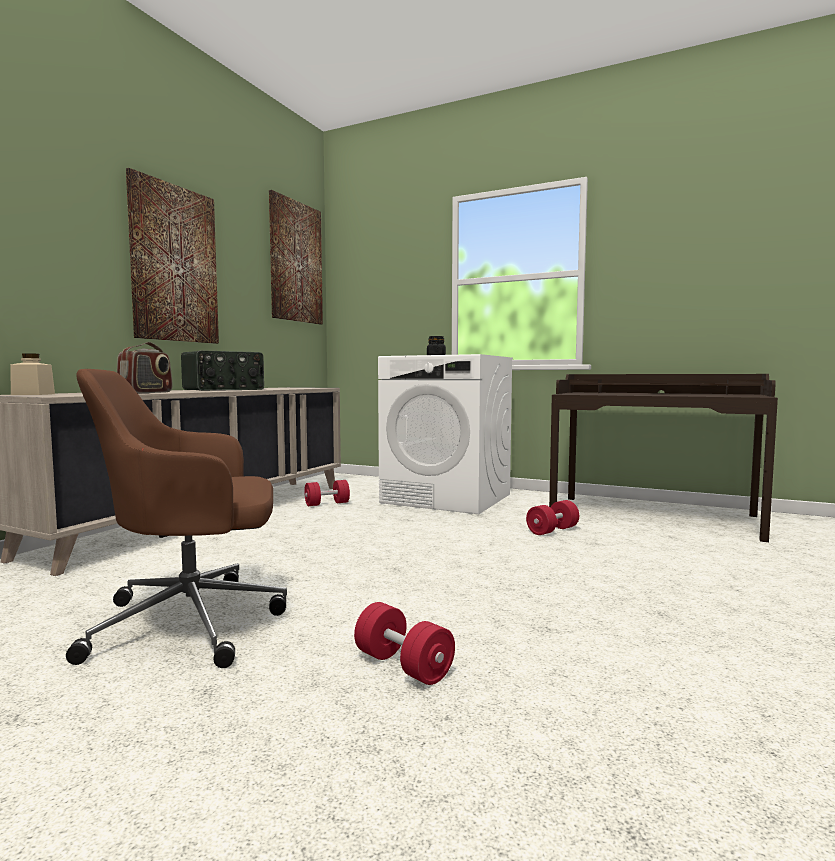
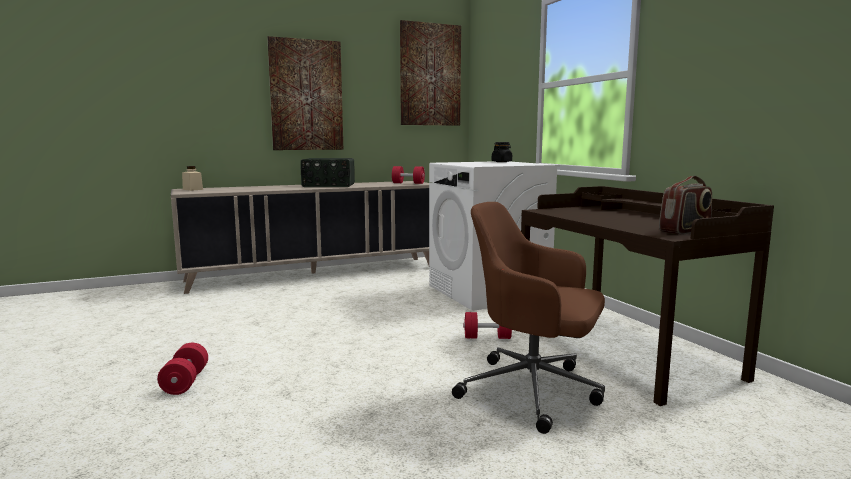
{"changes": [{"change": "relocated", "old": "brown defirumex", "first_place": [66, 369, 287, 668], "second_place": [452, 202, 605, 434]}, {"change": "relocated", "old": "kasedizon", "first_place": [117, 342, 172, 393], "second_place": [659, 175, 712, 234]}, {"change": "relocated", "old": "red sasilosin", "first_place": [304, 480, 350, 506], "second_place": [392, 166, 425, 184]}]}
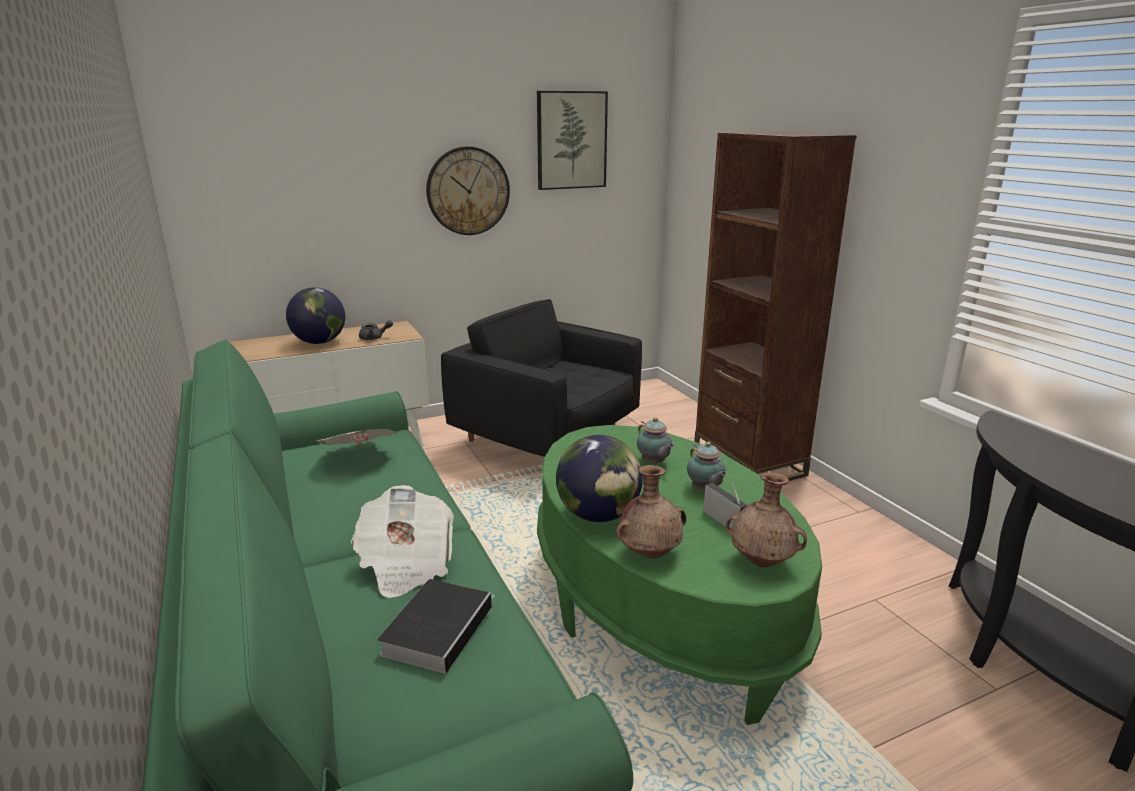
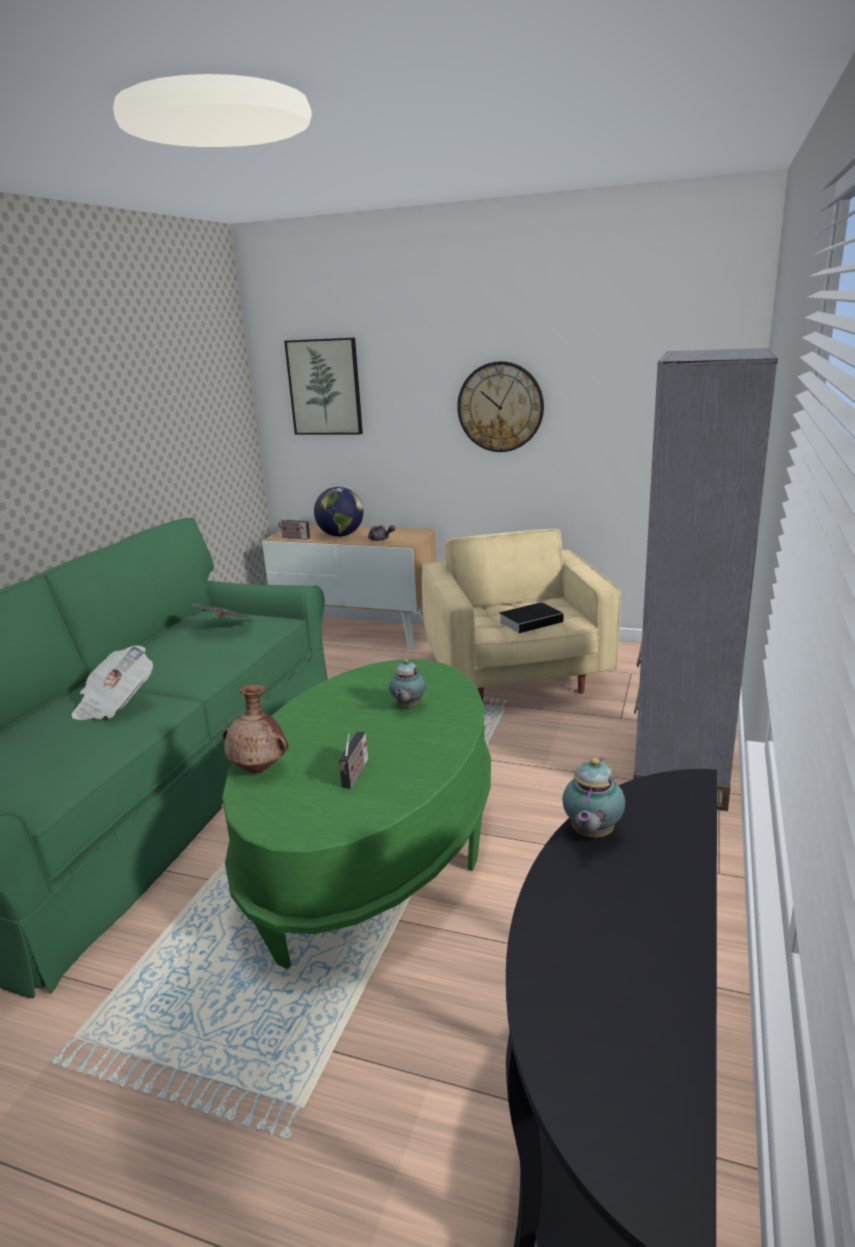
{"changes": [{"change": "missing", "old": "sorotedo", "first_place": [556, 435, 643, 522]}, {"change": "missing", "old": "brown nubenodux", "first_place": [726, 472, 807, 567]}, {"change": "appeared", "new": "kasedizon", "second_place": [279, 511, 310, 539]}, {"change": "relocated", "old": "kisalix", "first_place": [377, 579, 495, 674], "second_place": [499, 602, 570, 633]}, {"change": "relocated", "old": "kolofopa", "first_place": [537, 91, 608, 190], "second_place": [284, 338, 363, 435]}, {"change": "relocated", "old": "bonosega", "first_place": [687, 442, 727, 491], "second_place": [562, 757, 625, 837]}, {"change": "colour", "old": "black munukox", "new": "beige munukox", "first_place": [441, 299, 642, 457], "second_place": [422, 529, 621, 701]}, {"change": "colour", "old": "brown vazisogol", "new": "grey vazisogol", "first_place": [694, 132, 857, 481], "second_place": [633, 348, 778, 811]}]}
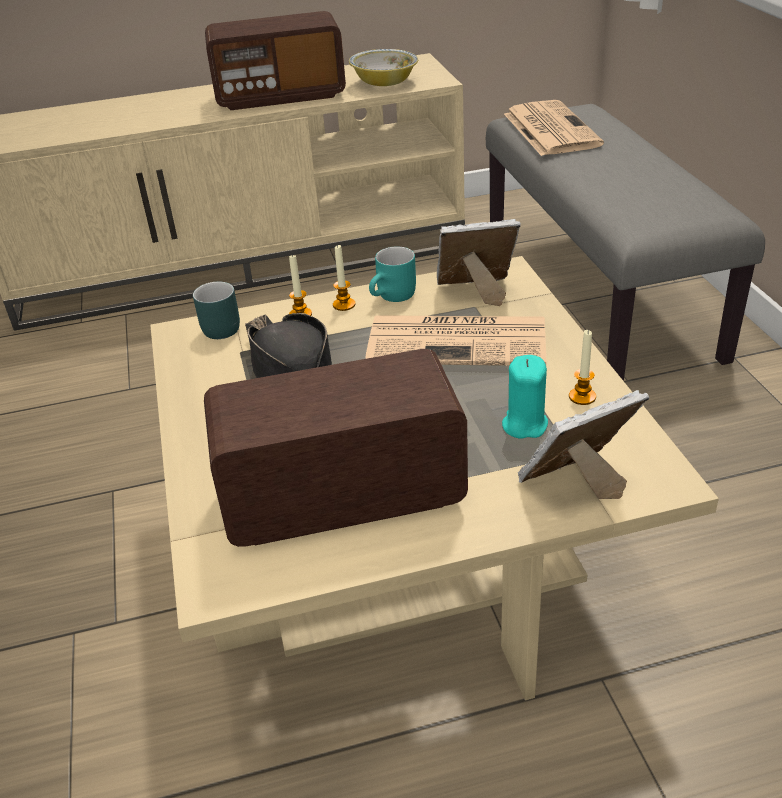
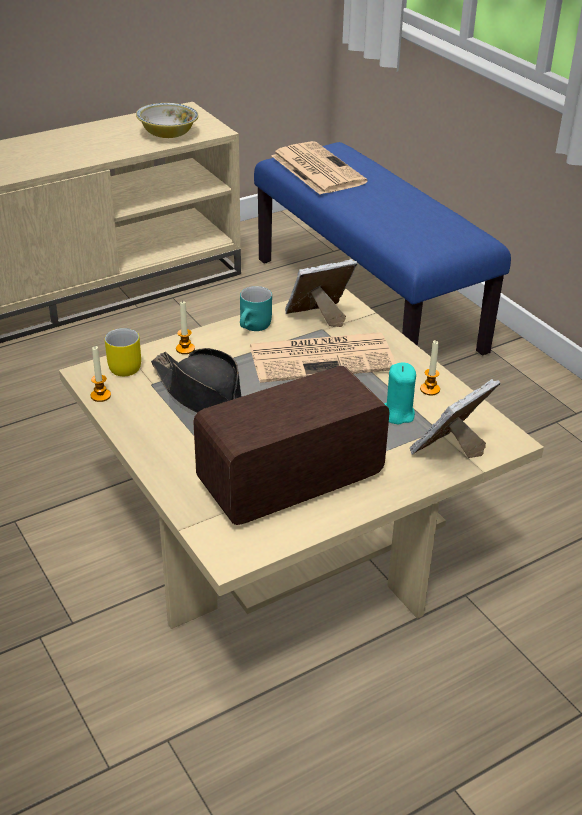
{"changes": [{"change": "missing", "old": "kasedizon", "first_place": [205, 11, 346, 110]}, {"change": "relocated", "old": "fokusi", "first_place": [333, 244, 355, 311], "second_place": [90, 346, 111, 402]}, {"change": "colour", "old": "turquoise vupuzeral", "new": "yellow vupuzeral", "first_place": [193, 282, 240, 339], "second_place": [105, 328, 141, 376]}, {"change": "colour", "old": "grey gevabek", "new": "blue gevabek", "first_place": [486, 104, 765, 381], "second_place": [254, 142, 511, 356]}]}
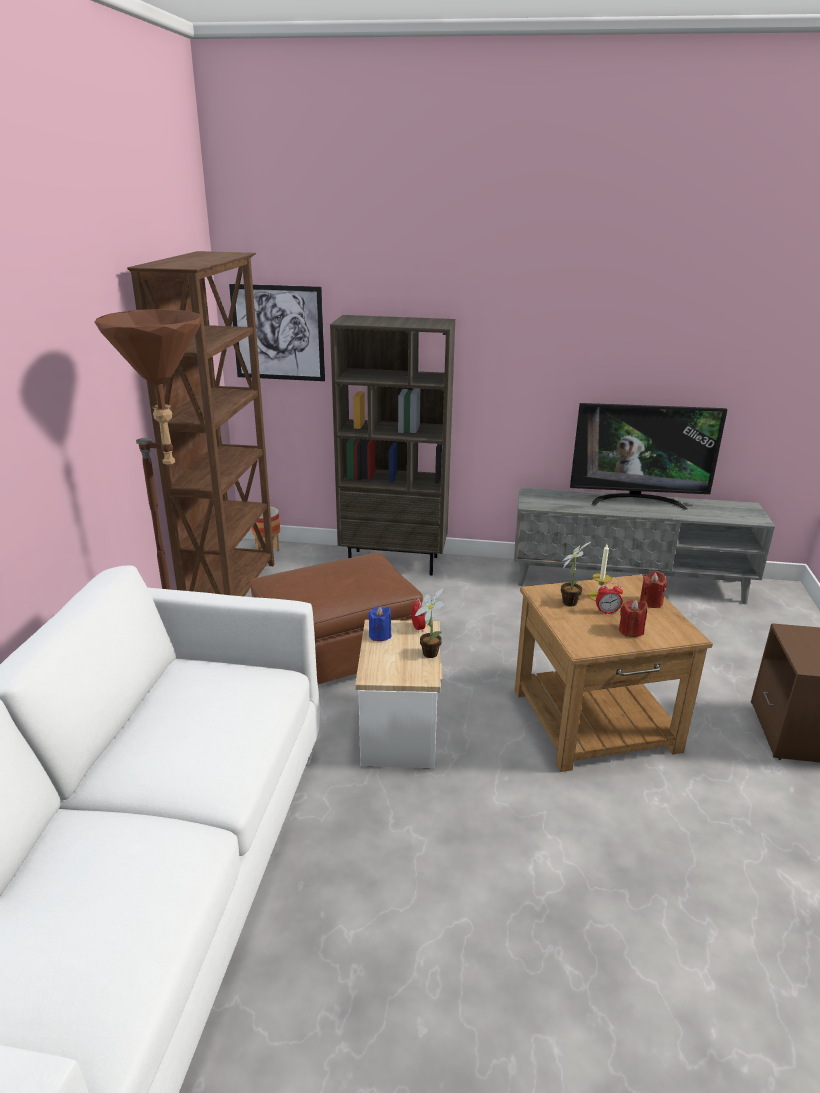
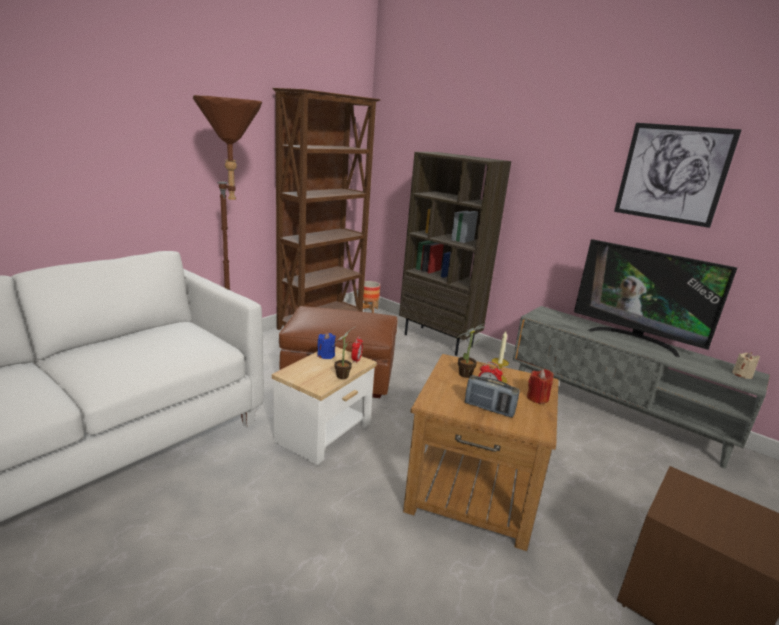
{"changes": [{"change": "appeared", "new": "beige fokusi", "second_place": [732, 352, 760, 379]}, {"change": "relocated", "old": "kolofopa", "first_place": [229, 284, 325, 381], "second_place": [614, 123, 741, 228]}, {"change": "exchanged", "old": "red fokusi", "new": "kasedizon", "first_place": [619, 600, 648, 637], "second_place": [465, 375, 520, 417]}]}
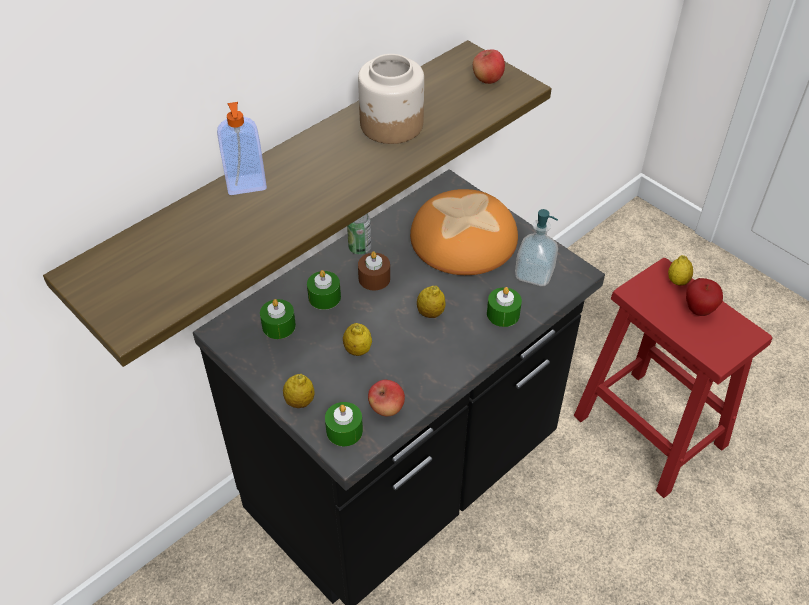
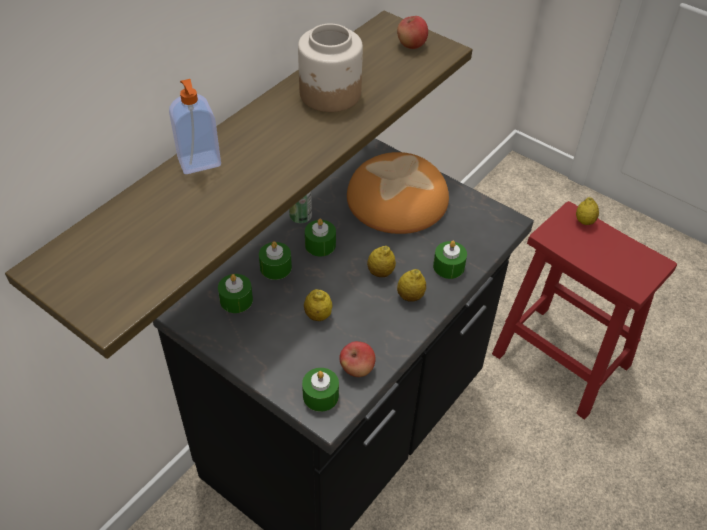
{"changes": [{"change": "missing", "old": "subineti", "first_place": [515, 209, 558, 286]}, {"change": "missing", "old": "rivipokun", "first_place": [686, 278, 723, 316]}, {"change": "relocated", "old": "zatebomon", "first_place": [283, 374, 315, 408], "second_place": [397, 269, 426, 302]}, {"change": "colour", "old": "brown fokusi", "new": "green fokusi", "first_place": [358, 251, 390, 290], "second_place": [305, 219, 336, 256]}]}
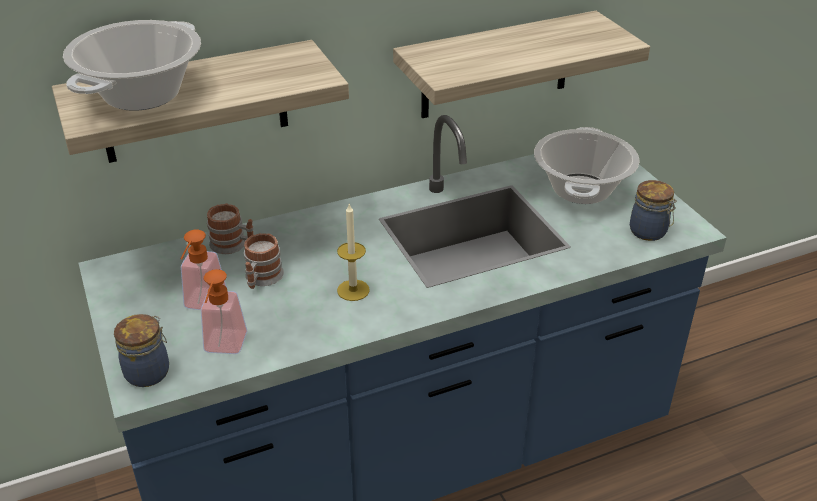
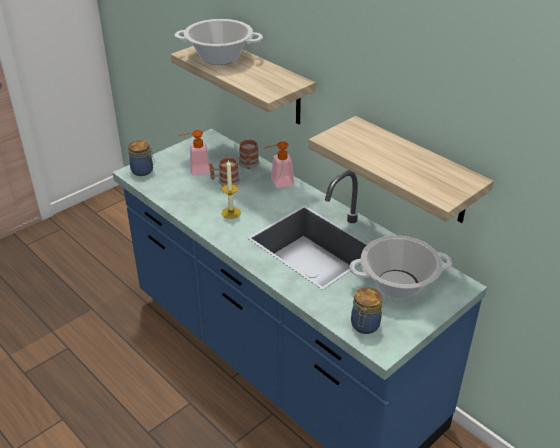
{"changes": [{"change": "relocated", "old": "subineti", "first_place": [201, 269, 247, 354], "second_place": [264, 141, 294, 188]}]}
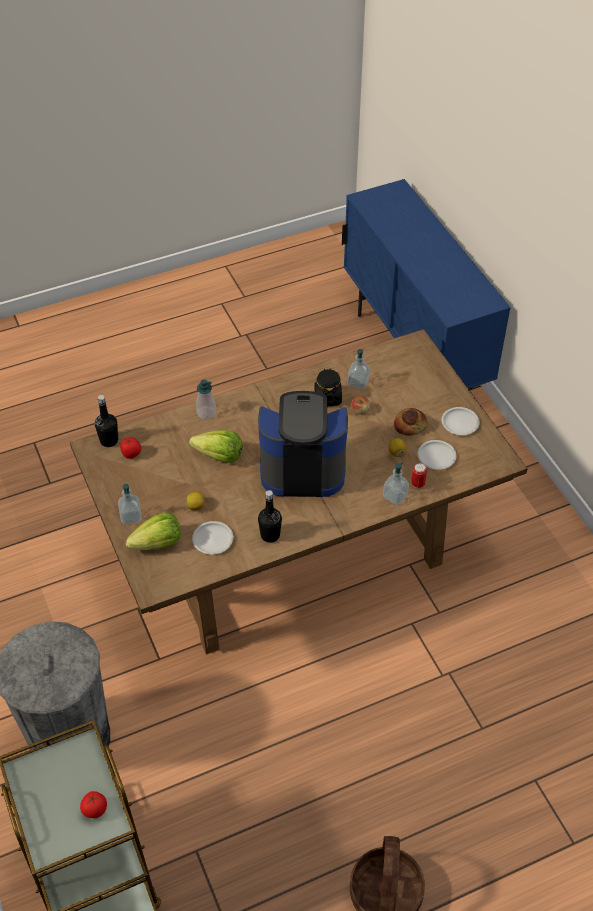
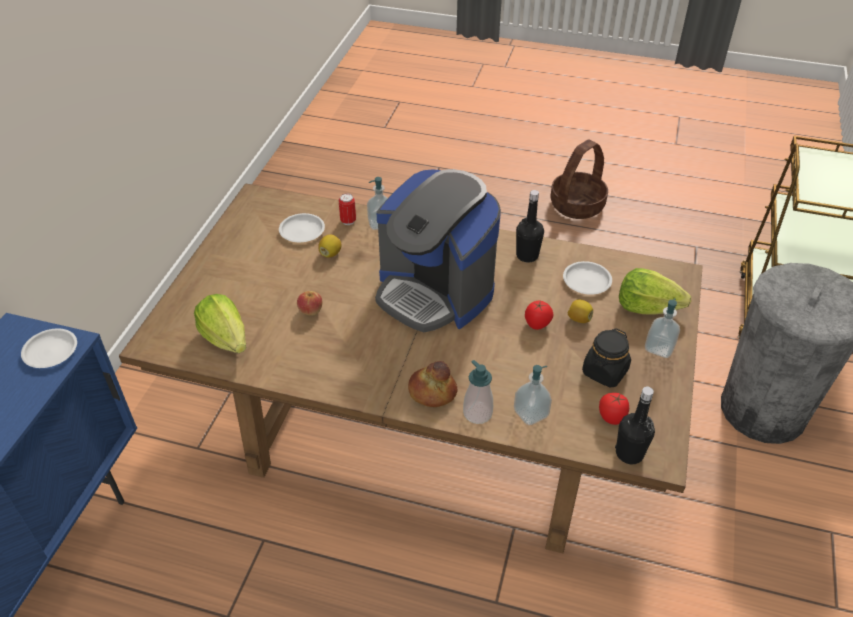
{"changes": [{"change": "relocated", "old": "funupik", "first_place": [80, 791, 107, 818], "second_place": [525, 301, 553, 330]}, {"change": "relocated", "old": "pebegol", "first_place": [189, 430, 243, 463], "second_place": [194, 294, 246, 353]}, {"change": "relocated", "old": "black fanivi", "first_place": [314, 368, 342, 406], "second_place": [582, 328, 631, 387]}, {"change": "relocated", "old": "subineti", "first_place": [348, 349, 370, 389], "second_place": [514, 365, 552, 425]}, {"change": "relocated", "old": "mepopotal", "first_place": [394, 408, 427, 436], "second_place": [408, 361, 457, 407]}, {"change": "relocated", "old": "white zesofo", "first_place": [442, 407, 480, 435], "second_place": [21, 328, 77, 368]}]}
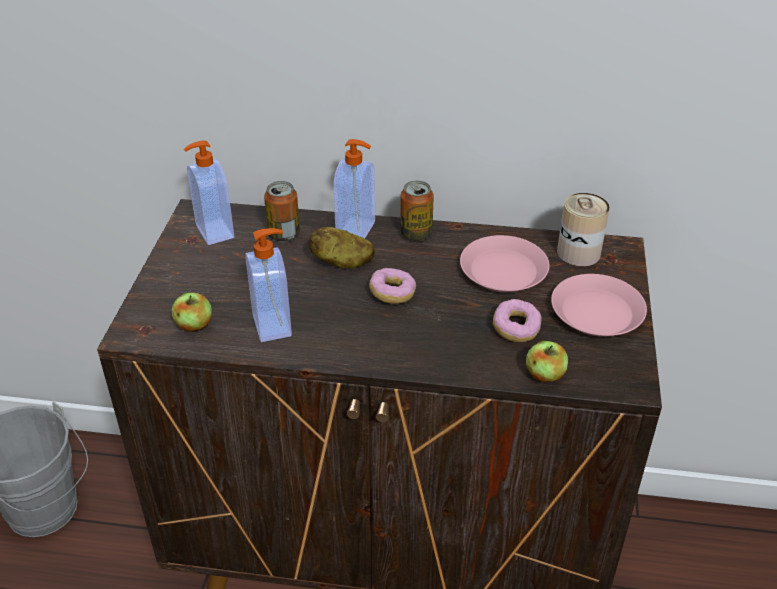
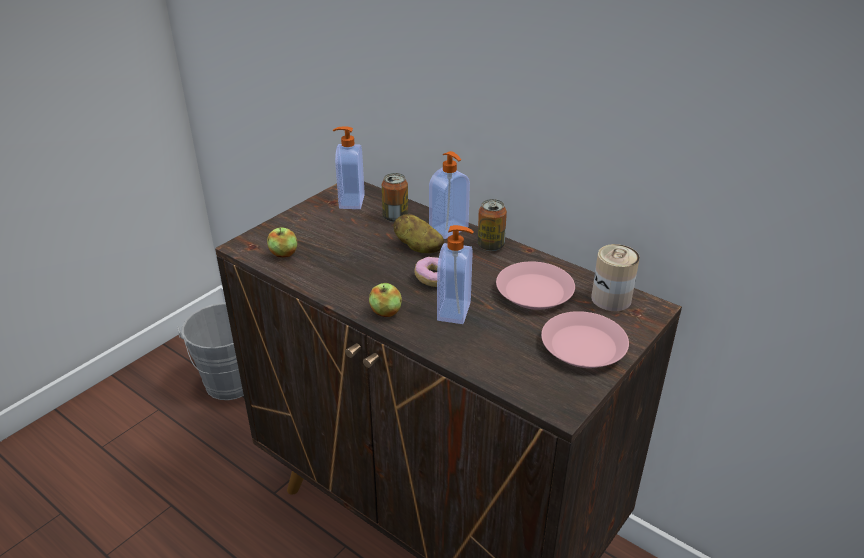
{"changes": [{"change": "missing", "old": "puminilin", "first_place": [493, 299, 542, 342]}, {"change": "relocated", "old": "subineti", "first_place": [245, 228, 292, 342], "second_place": [437, 225, 474, 324]}, {"change": "relocated", "old": "rivipokun", "first_place": [526, 340, 568, 382], "second_place": [369, 283, 402, 317]}]}
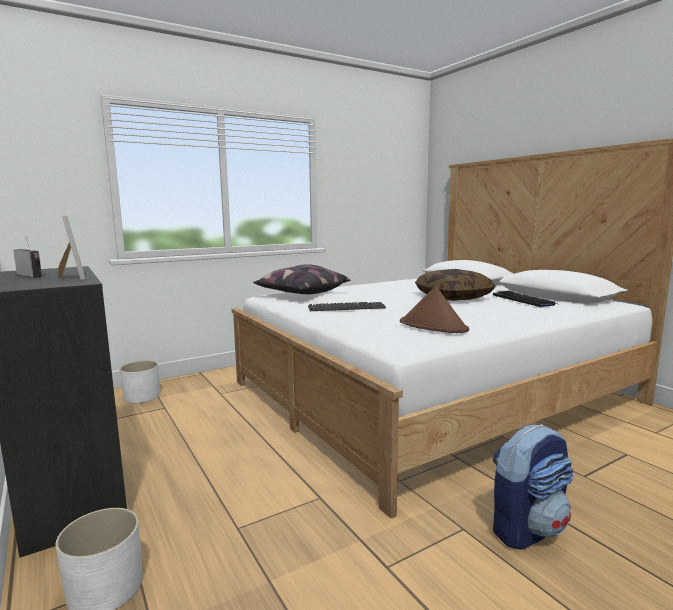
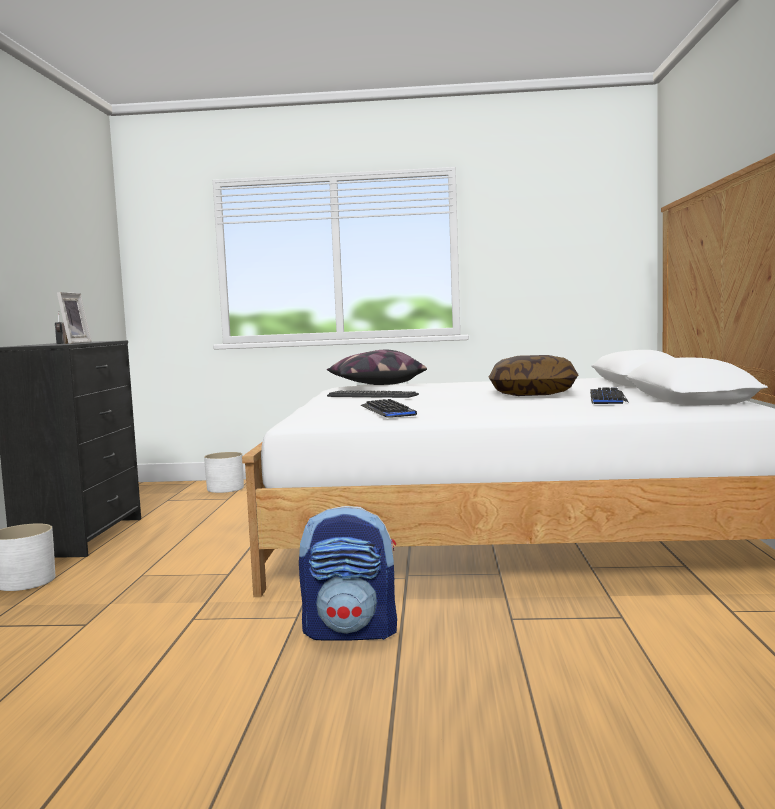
{"changes": [{"change": "exchanged", "old": "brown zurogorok", "new": "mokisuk", "first_place": [400, 286, 469, 333], "second_place": [360, 399, 417, 418]}]}
